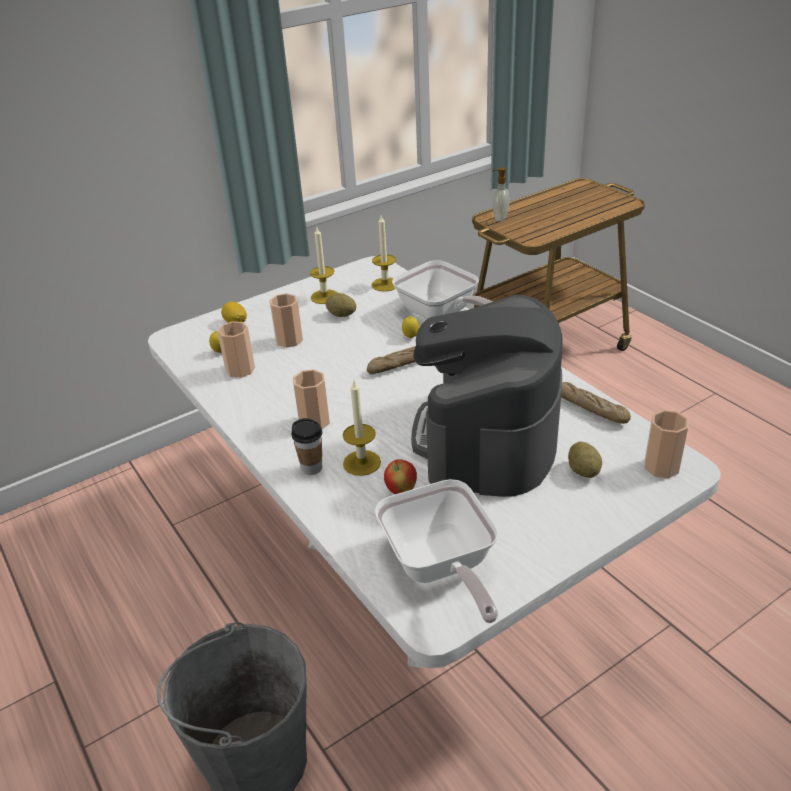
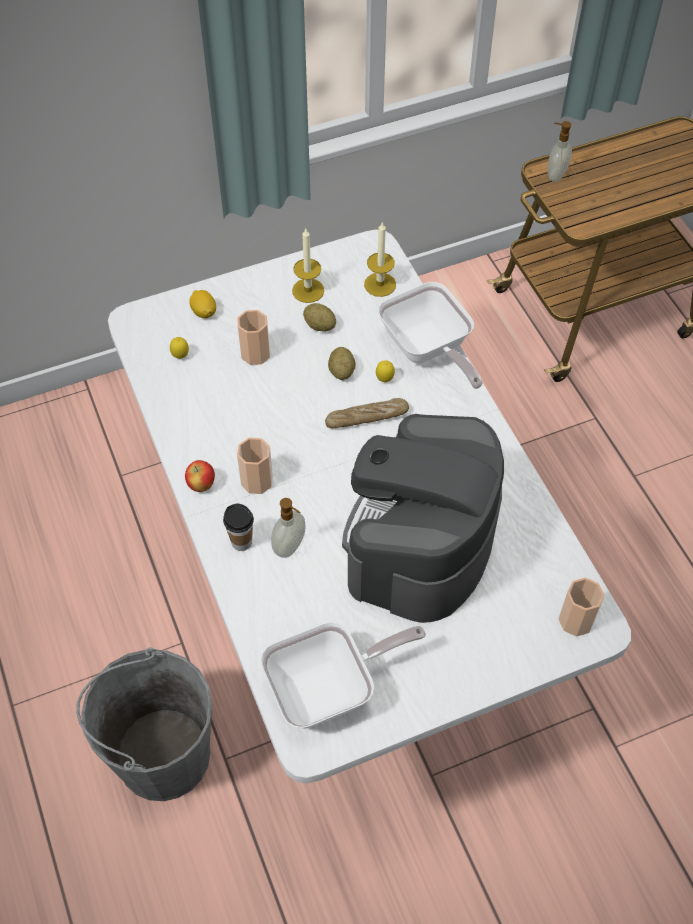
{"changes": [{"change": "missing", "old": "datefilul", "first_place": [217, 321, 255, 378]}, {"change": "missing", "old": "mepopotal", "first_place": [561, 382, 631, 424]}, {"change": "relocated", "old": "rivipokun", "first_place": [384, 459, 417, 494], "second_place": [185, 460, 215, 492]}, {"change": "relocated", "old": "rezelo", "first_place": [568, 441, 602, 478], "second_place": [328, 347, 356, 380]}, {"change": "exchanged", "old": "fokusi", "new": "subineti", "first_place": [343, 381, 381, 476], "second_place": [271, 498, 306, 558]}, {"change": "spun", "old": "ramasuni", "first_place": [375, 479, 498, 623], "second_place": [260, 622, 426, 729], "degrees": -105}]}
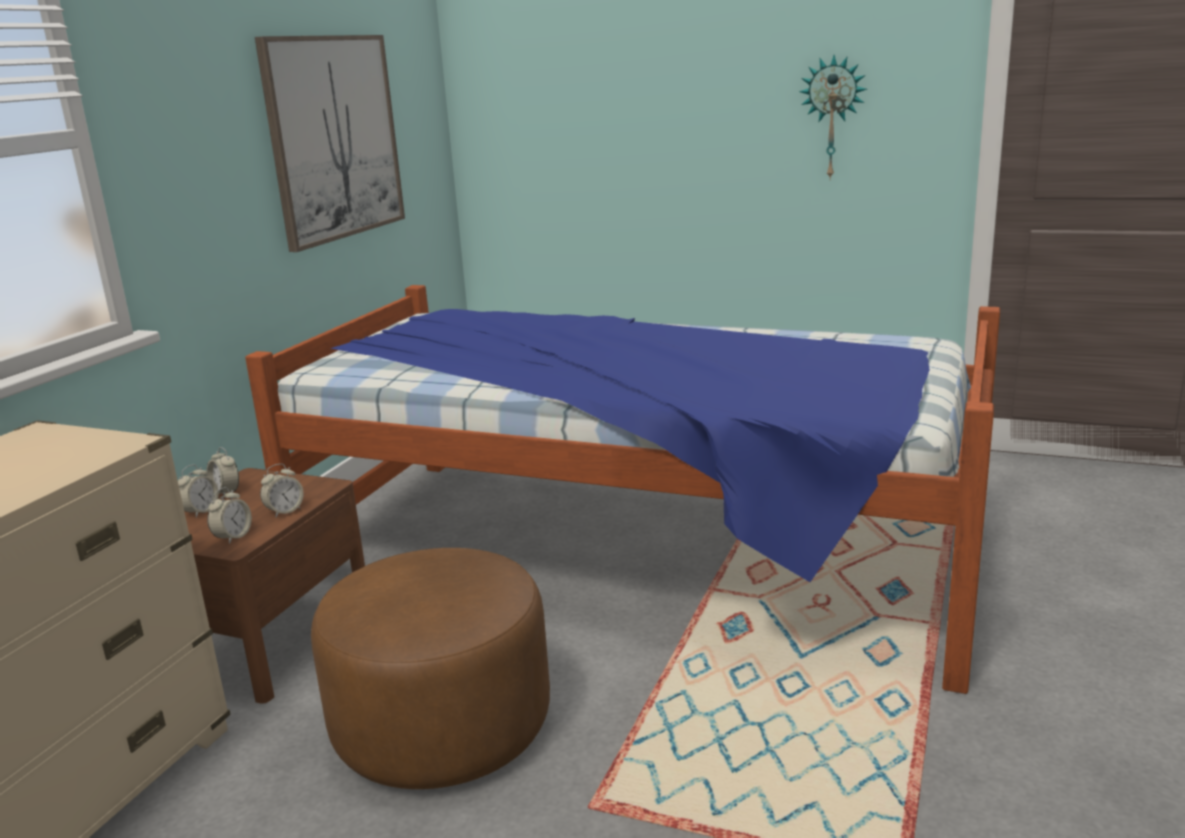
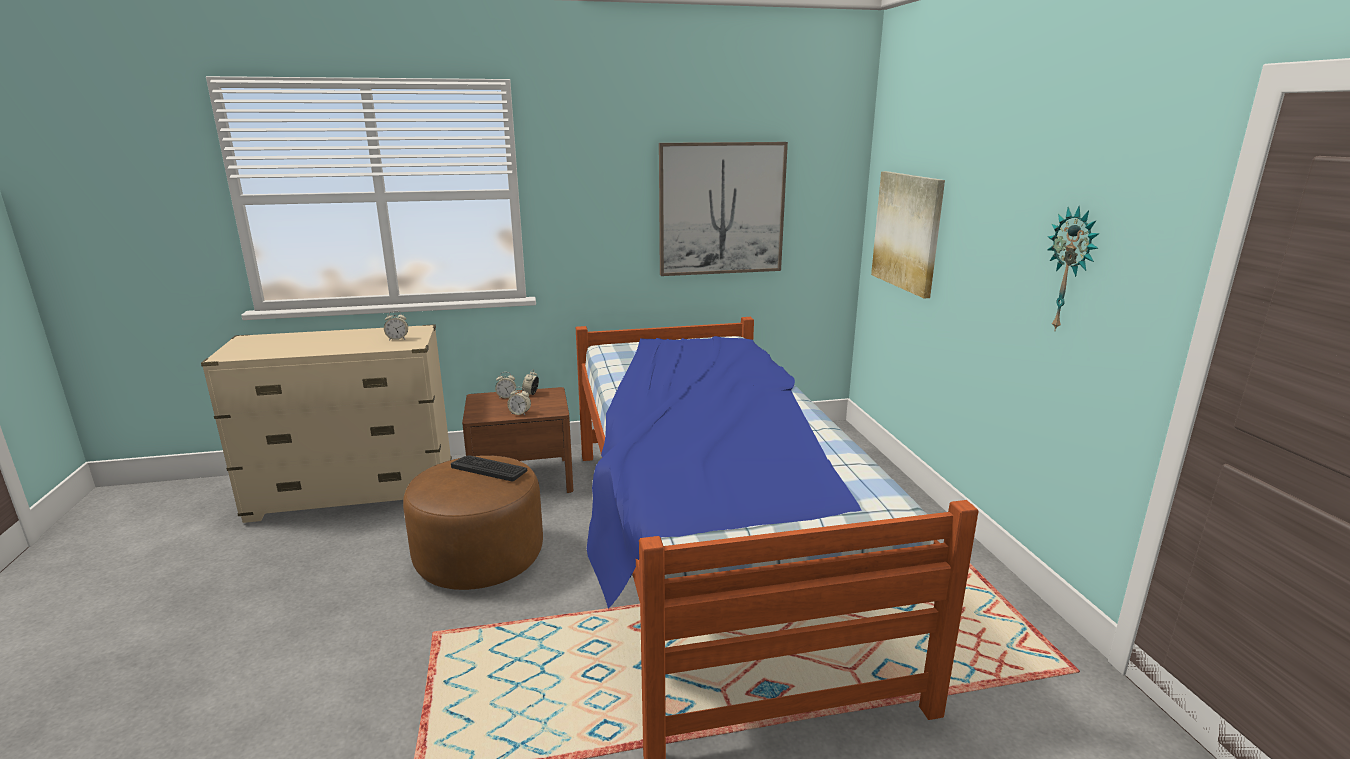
{"changes": [{"change": "appeared", "new": "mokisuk", "second_place": [451, 455, 527, 481]}, {"change": "appeared", "new": "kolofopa", "second_place": [871, 171, 945, 298]}, {"change": "relocated", "old": "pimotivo", "first_place": [207, 487, 252, 544], "second_place": [384, 311, 408, 340]}]}
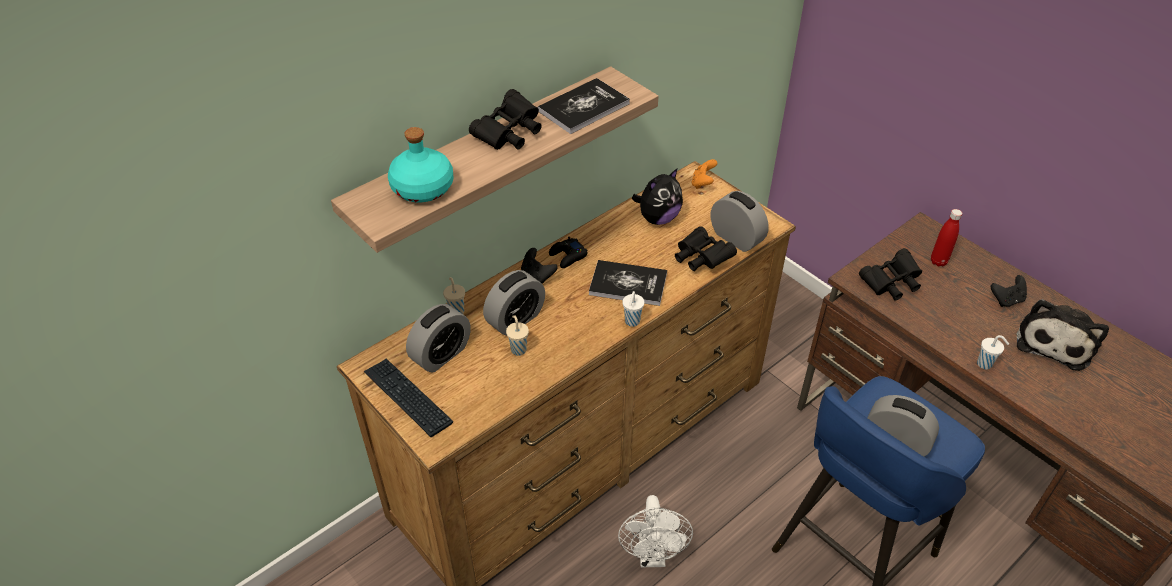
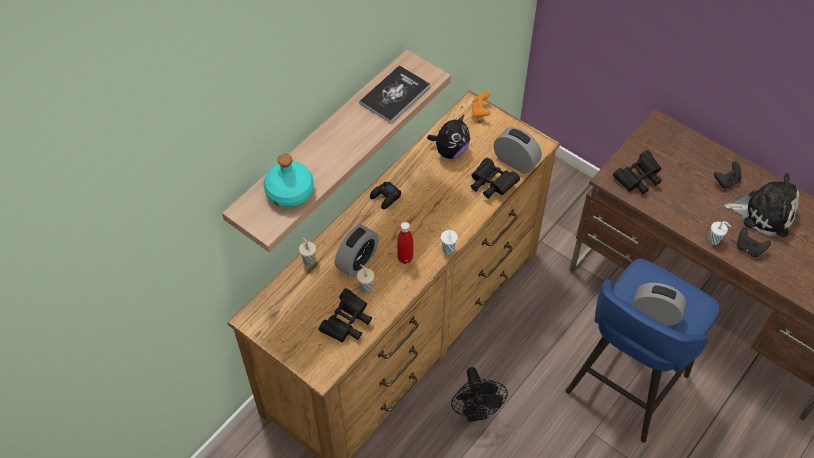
{"changes": [{"change": "missing", "old": "mokisuk", "first_place": [364, 359, 453, 437]}, {"change": "missing", "old": "pimotivo", "first_place": [406, 304, 471, 372]}, {"change": "missing", "old": "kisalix", "first_place": [589, 260, 667, 306]}, {"change": "relocated", "old": "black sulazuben", "first_place": [469, 89, 542, 150], "second_place": [318, 288, 372, 343]}, {"change": "relocated", "old": "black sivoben", "first_place": [521, 248, 558, 283], "second_place": [737, 228, 771, 257]}, {"change": "relocated", "old": "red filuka", "first_place": [931, 209, 962, 267], "second_place": [397, 222, 413, 264]}, {"change": "colour", "old": "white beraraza", "new": "black beraraza", "first_place": [618, 495, 693, 567], "second_place": [451, 367, 508, 422]}, {"change": "spun", "old": "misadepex", "first_place": [1016, 299, 1109, 371], "second_place": [724, 173, 799, 237], "degrees": -90}]}
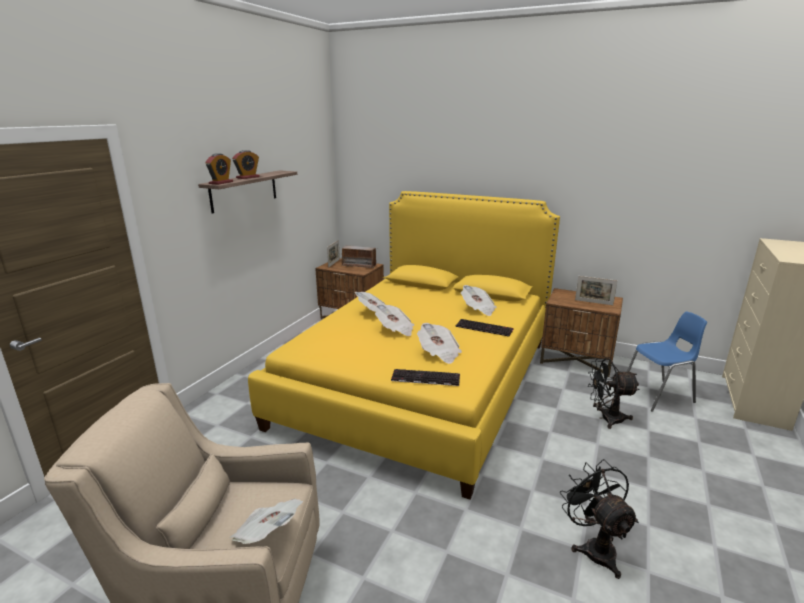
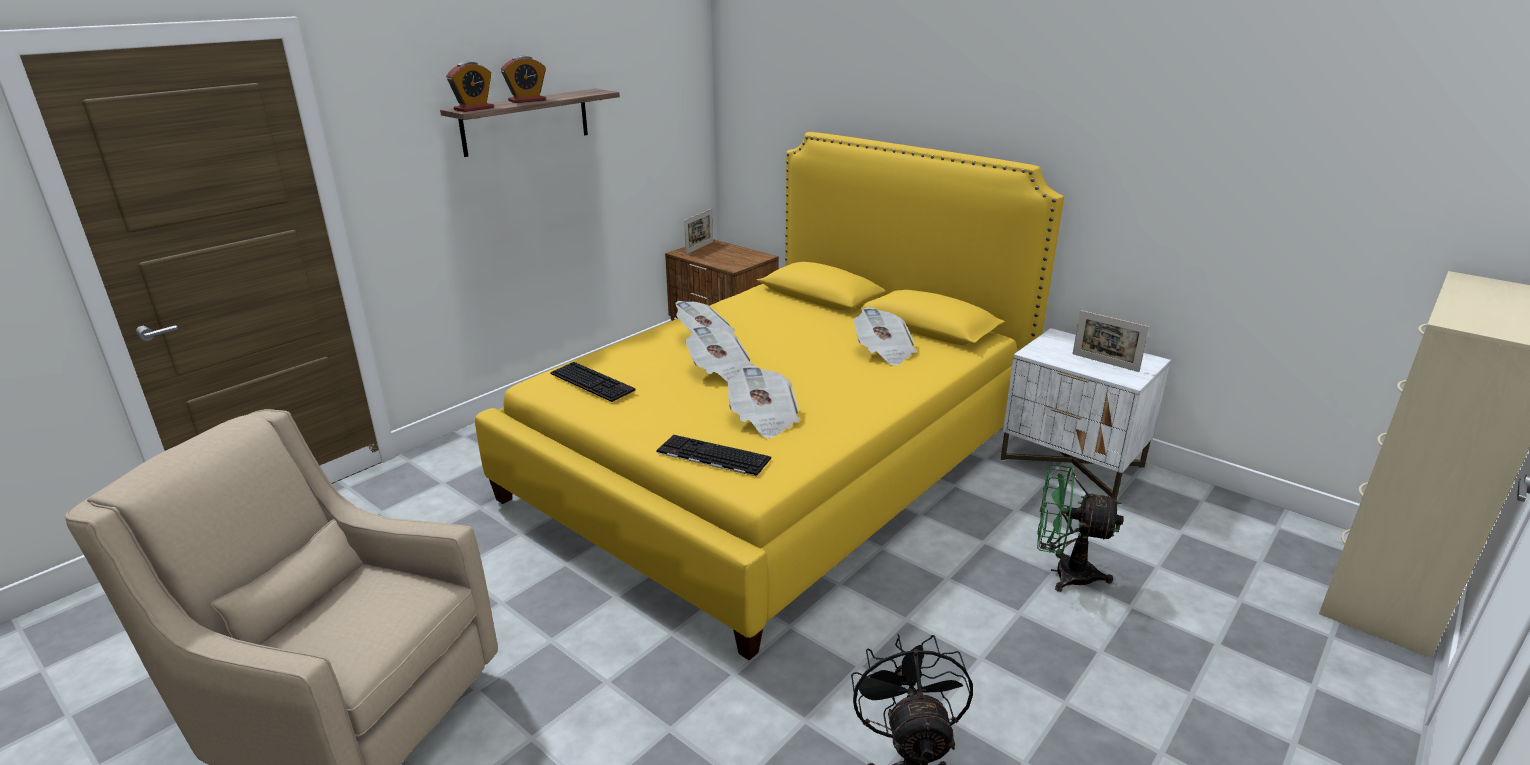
{"changes": [{"change": "missing", "old": "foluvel", "first_place": [229, 498, 303, 544]}, {"change": "missing", "old": "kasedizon", "first_place": [340, 245, 377, 268]}, {"change": "missing", "old": "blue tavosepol", "first_place": [627, 312, 707, 412]}, {"change": "relocated", "old": "mokisuk", "first_place": [456, 319, 514, 337], "second_place": [550, 362, 636, 402]}, {"change": "colour", "old": "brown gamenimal", "new": "white gamenimal", "first_place": [540, 288, 623, 377], "second_place": [1001, 328, 1171, 500]}, {"change": "colour", "old": "black beraraza", "new": "green beraraza", "first_place": [588, 358, 640, 429], "second_place": [1037, 464, 1124, 592]}]}
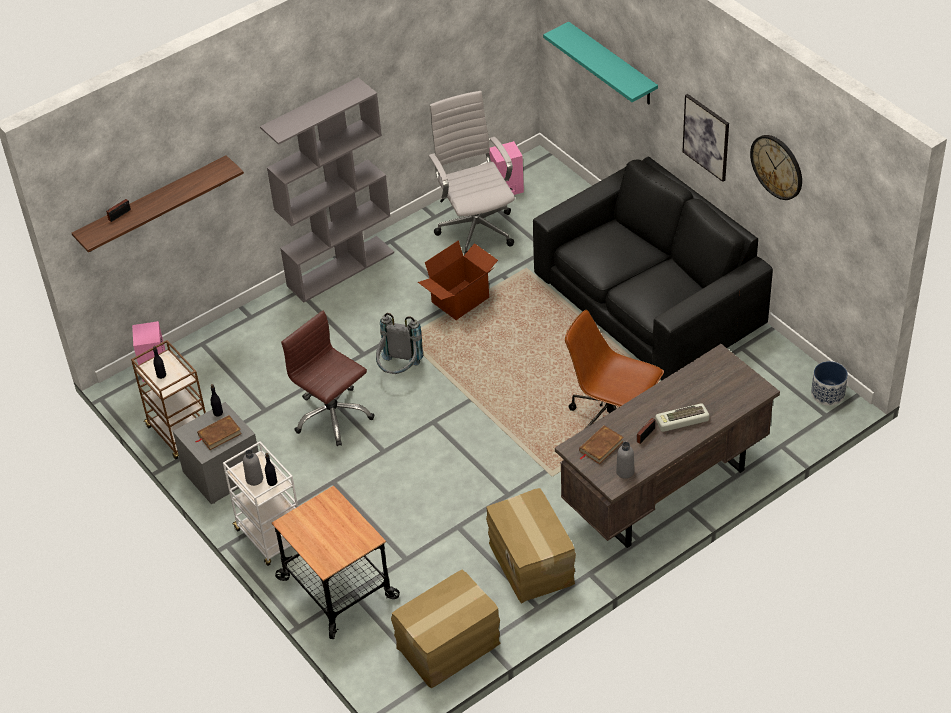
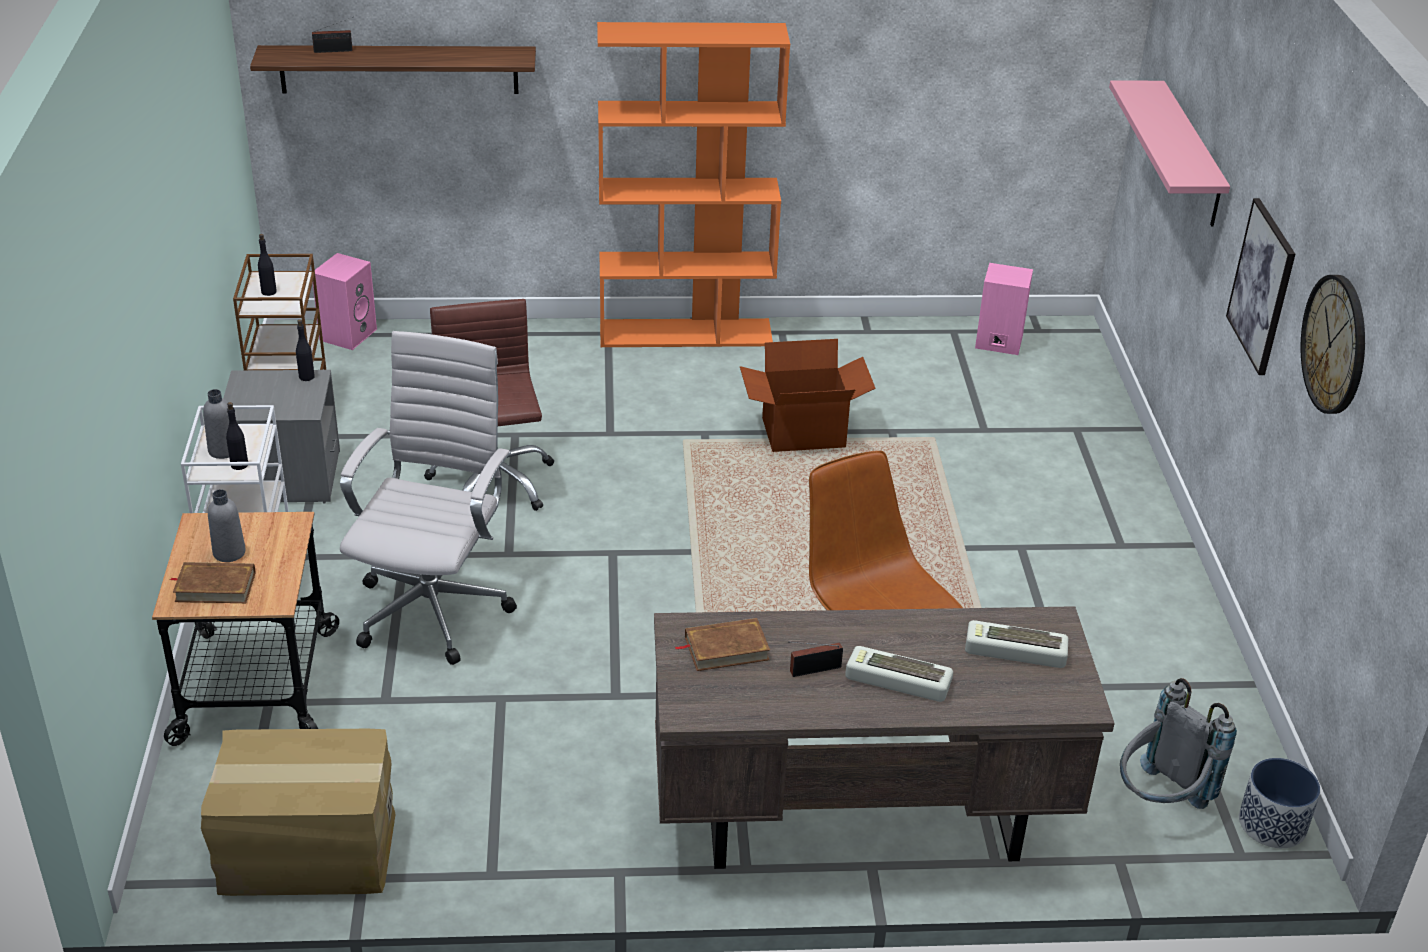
{"changes": [{"change": "missing", "old": "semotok", "first_place": [486, 488, 576, 604]}, {"change": "missing", "old": "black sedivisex", "first_place": [533, 157, 773, 381]}, {"change": "appeared", "new": "mokisuk", "second_place": [965, 620, 1068, 668]}, {"change": "relocated", "old": "brown kisalix", "first_place": [195, 415, 242, 450], "second_place": [170, 562, 256, 603]}, {"change": "relocated", "old": "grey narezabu", "first_place": [376, 313, 423, 374], "second_place": [1120, 678, 1237, 809]}, {"change": "relocated", "old": "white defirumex", "first_place": [428, 91, 515, 255], "second_place": [340, 331, 517, 665]}, {"change": "relocated", "old": "grey filuka", "first_place": [616, 442, 634, 479], "second_place": [208, 489, 246, 562]}, {"change": "colour", "old": "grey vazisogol", "new": "orange vazisogol", "first_place": [260, 78, 394, 302], "second_place": [597, 22, 790, 347]}, {"change": "colour", "old": "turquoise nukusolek", "new": "pink nukusolek", "first_place": [543, 21, 658, 104], "second_place": [1109, 81, 1230, 227]}]}
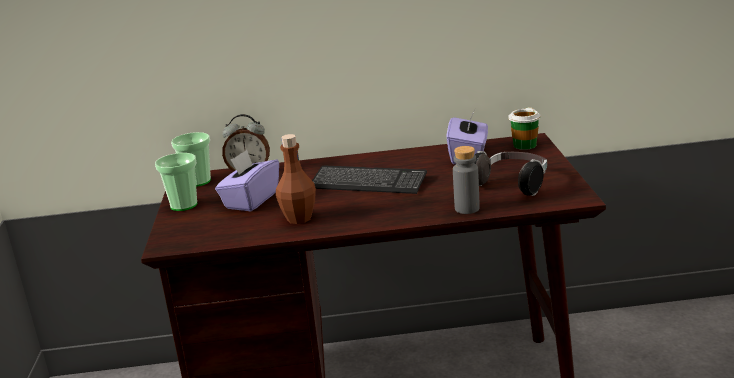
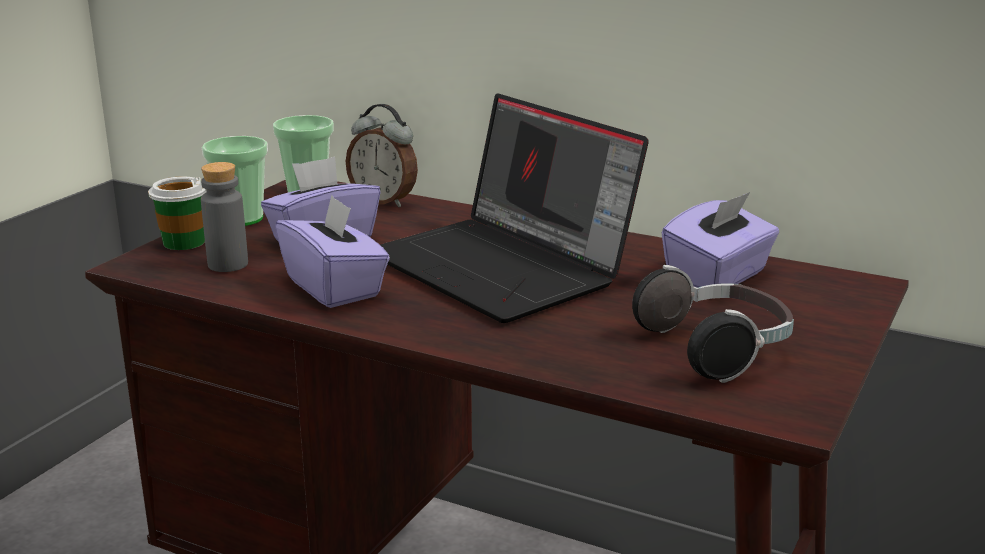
{"changes": [{"change": "relocated", "old": "grey filuka", "first_place": [453, 146, 480, 214], "second_place": [201, 162, 248, 272]}, {"change": "relocated", "old": "datefilul", "first_place": [508, 107, 541, 150], "second_place": [148, 177, 206, 250]}, {"change": "exchanged", "old": "brown filuka", "new": "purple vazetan", "first_place": [276, 134, 316, 224], "second_place": [275, 195, 390, 308]}, {"change": "exchanged", "old": "mokisuk", "new": "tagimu", "first_place": [312, 165, 427, 194], "second_place": [380, 93, 649, 323]}]}
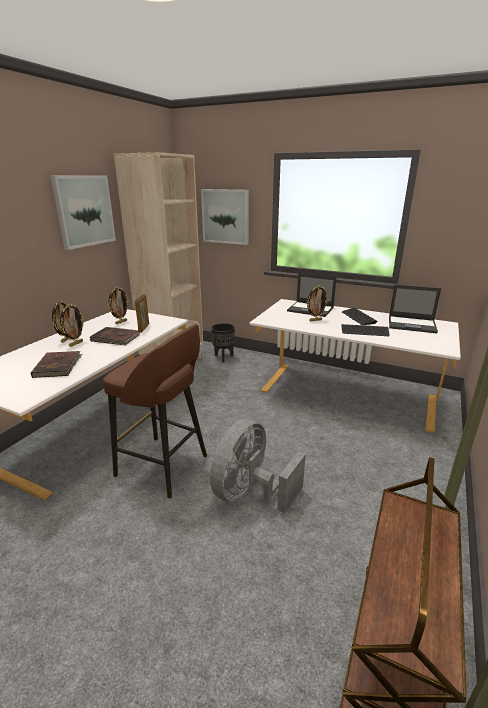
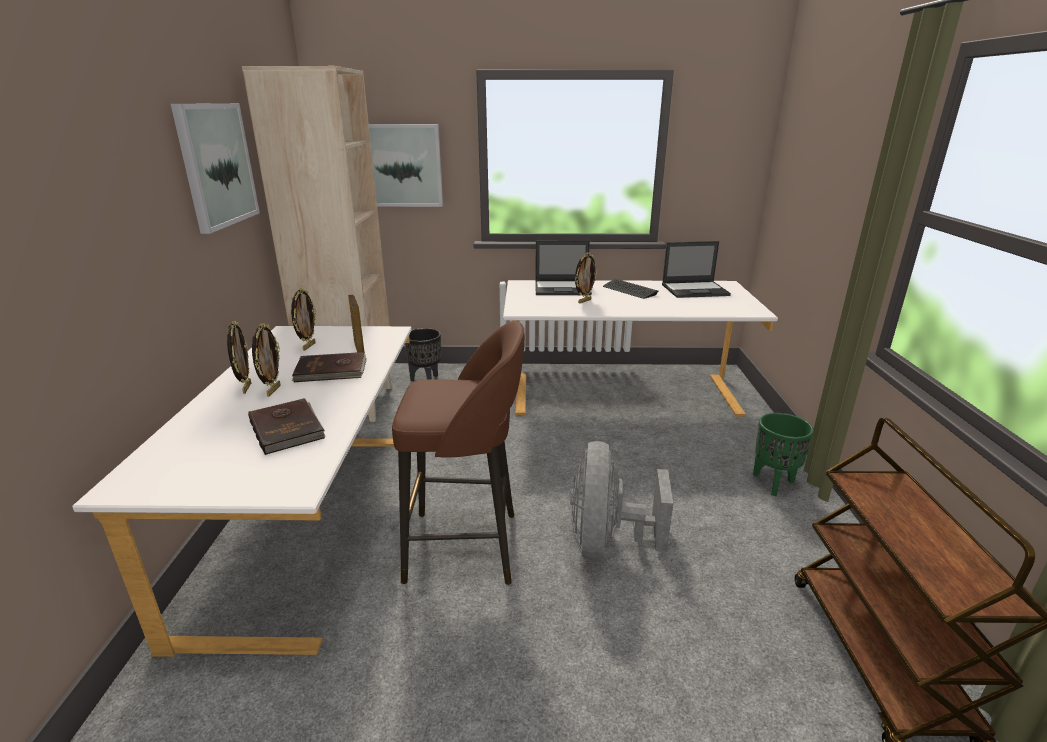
{"changes": [{"change": "missing", "old": "mokisuk", "first_place": [341, 324, 390, 336]}, {"change": "appeared", "new": "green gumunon", "second_place": [753, 413, 814, 496]}]}
